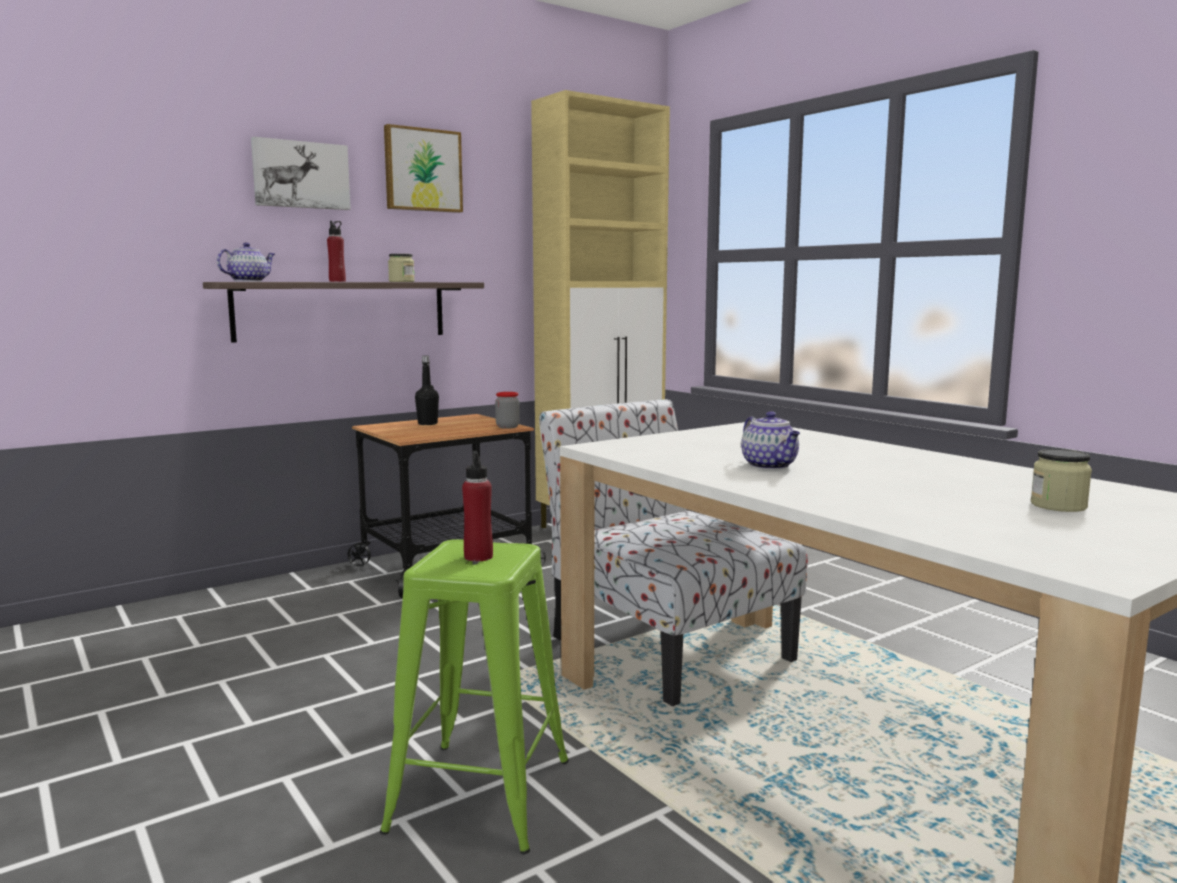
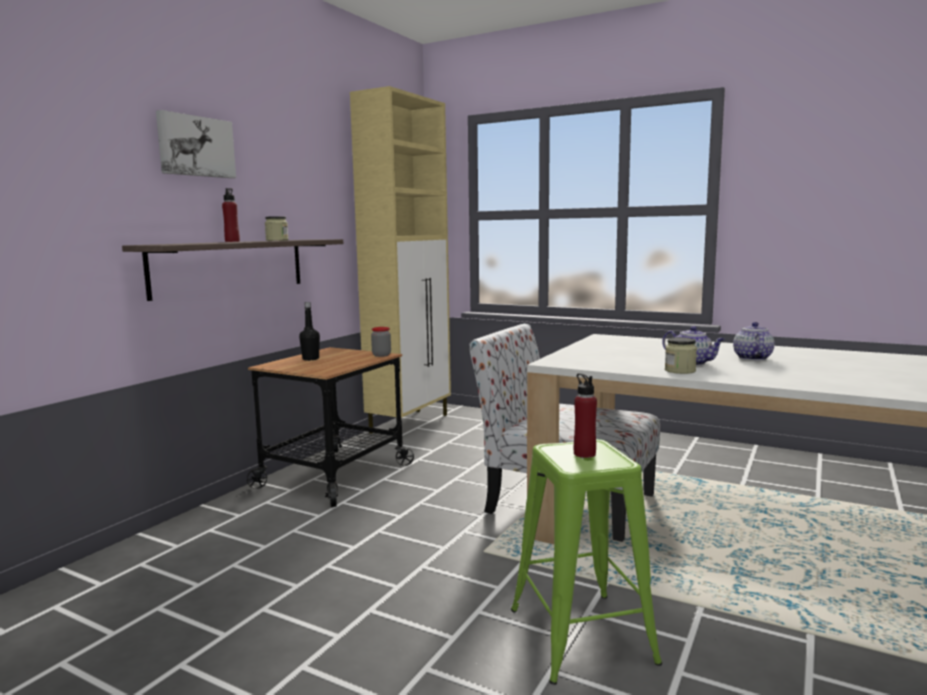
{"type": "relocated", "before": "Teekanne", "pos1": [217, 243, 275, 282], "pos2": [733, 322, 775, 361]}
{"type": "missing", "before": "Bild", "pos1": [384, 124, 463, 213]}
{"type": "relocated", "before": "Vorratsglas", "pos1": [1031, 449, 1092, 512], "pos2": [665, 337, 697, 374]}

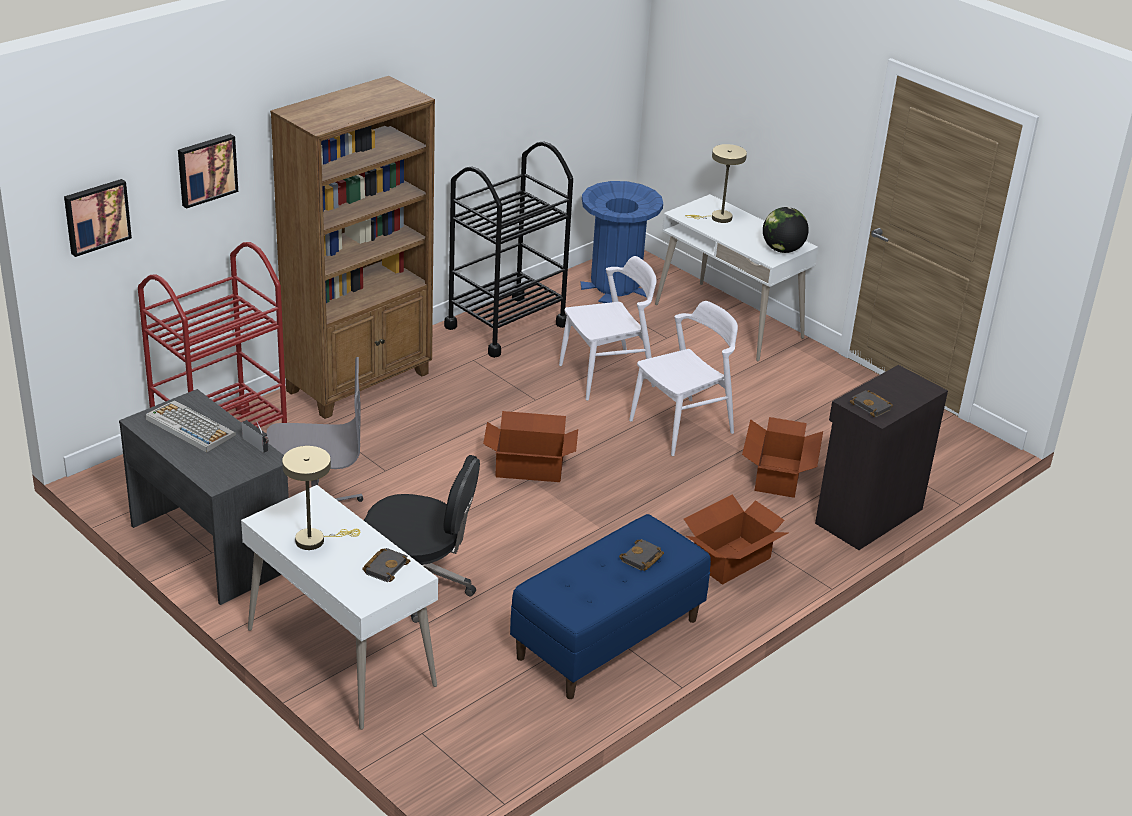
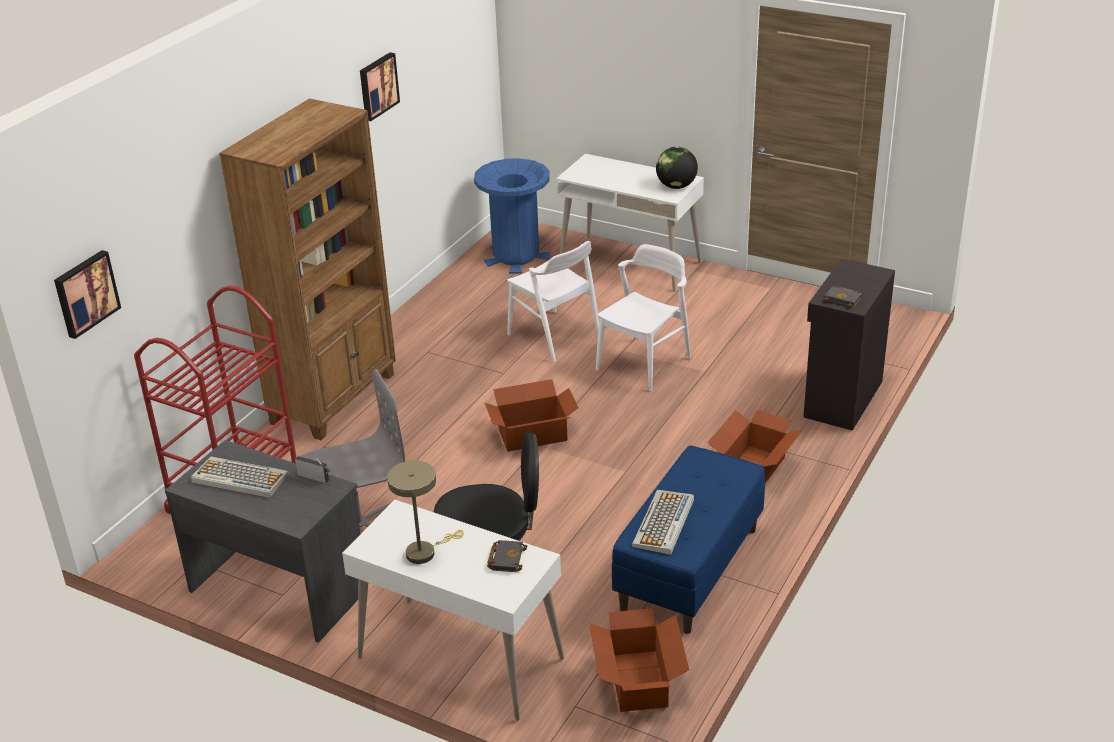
{"type": "relocated", "before": "Bild", "pos1": [178, 134, 238, 209], "pos2": [360, 52, 400, 121]}
{"type": "missing", "before": "Rollwagen [schwarz]", "pos1": [444, 142, 573, 358]}
{"type": "spun", "before": "Stuhl [weiß]", "pos1": [559, 256, 657, 401], "pos2": [507, 241, 599, 362], "turn": 90}
{"type": "missing", "before": "Buch [schwarz]", "pos1": [619, 539, 664, 571]}
{"type": "missing", "before": "Tischlampe [beige]", "pos1": [685, 144, 747, 223]}
{"type": "relocated", "before": "Karton", "pos1": [742, 417, 823, 498], "pos2": [590, 608, 689, 712]}
{"type": "appeared", "after": "Tastatur", "pos2": [632, 490, 694, 555]}

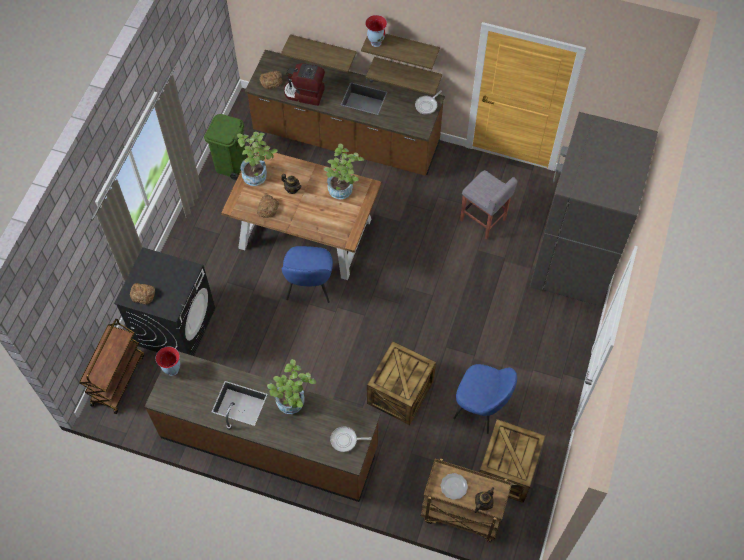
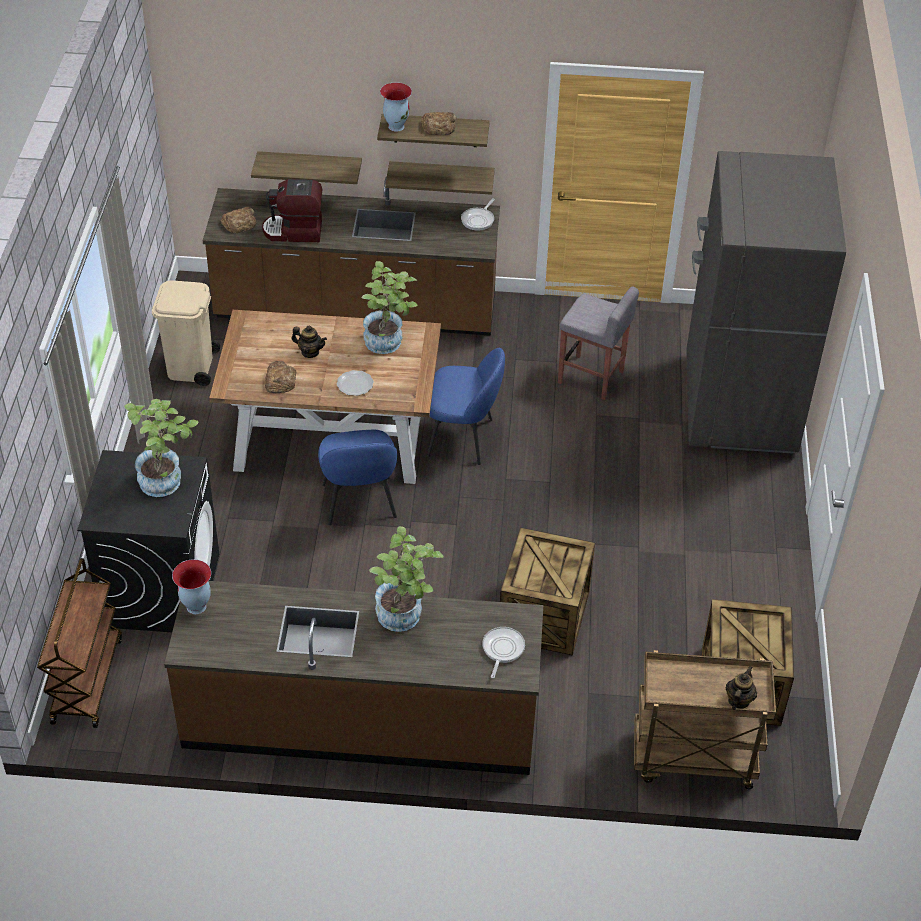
{"type": "relocated", "before": "Brot", "pos1": [130, 283, 155, 305], "pos2": [421, 112, 457, 135]}
{"type": "colour", "before": "Mülleimer [grün]", "after": "Mülleimer [beige]", "pos1": [204, 114, 248, 181], "pos2": [152, 280, 220, 386]}
{"type": "relocated", "before": "Topfpflanze", "pos1": [237, 132, 278, 186], "pos2": [124, 399, 199, 497]}
{"type": "spun", "before": "Pfanne", "pos1": [330, 427, 372, 452], "pos2": [482, 627, 525, 678], "turn": 120}
{"type": "relocated", "before": "Teller", "pos1": [441, 473, 468, 500], "pos2": [337, 370, 374, 396]}
{"type": "relocated", "before": "Stuhl [blau]", "pos1": [453, 364, 517, 434], "pos2": [427, 348, 505, 465]}

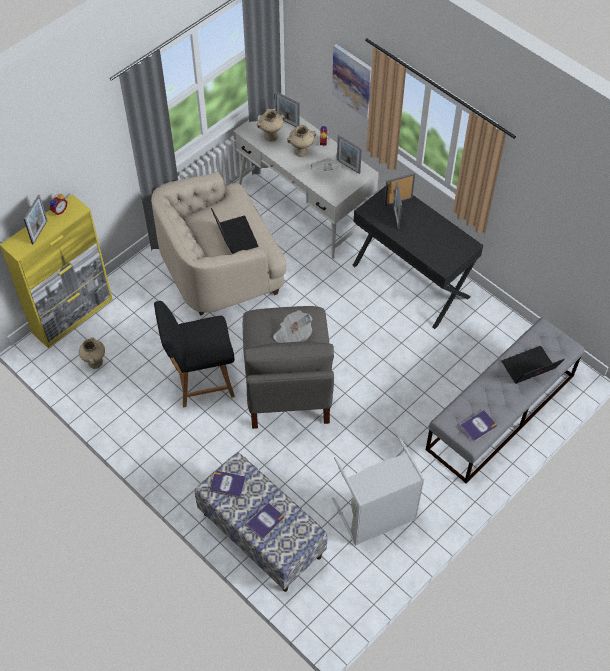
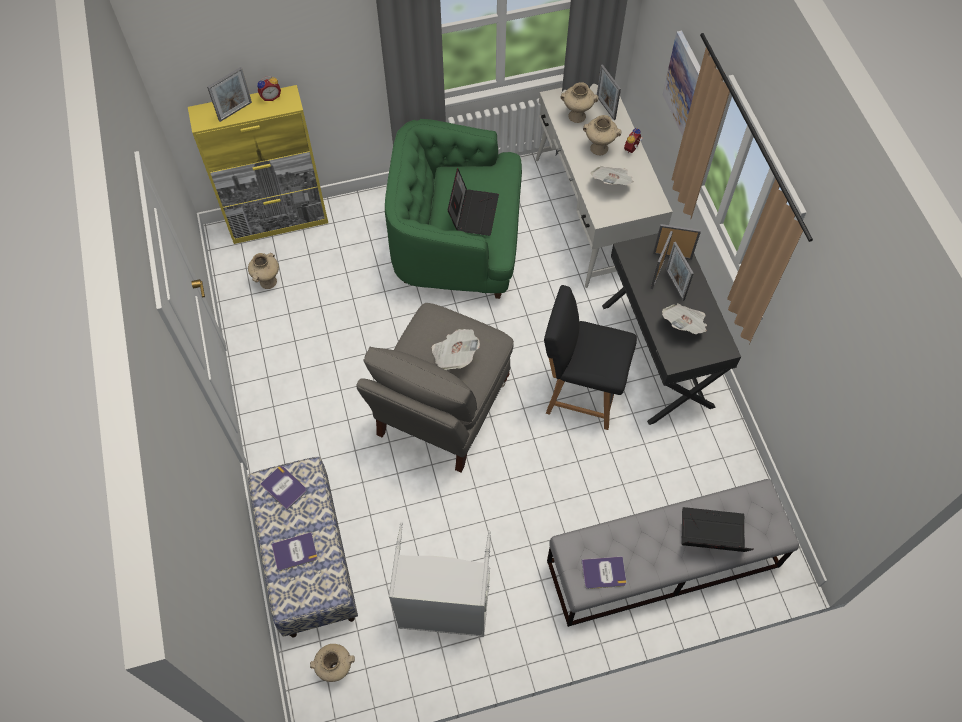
{"type": "colour", "before": "Sessel [beige]", "after": "Sessel [grün]", "pos1": [151, 172, 286, 316], "pos2": [385, 119, 522, 299]}
{"type": "relocated", "before": "Stuhl [schwarz]", "pos1": [154, 301, 235, 407], "pos2": [544, 285, 637, 430]}
{"type": "relocated", "before": "Bilderrahmen", "pos1": [337, 135, 362, 174], "pos2": [666, 242, 694, 301]}
{"type": "appeared", "after": "Vase [beige]", "pos2": [310, 644, 355, 682]}
{"type": "appeared", "after": "Zeitung", "pos2": [662, 303, 707, 334]}

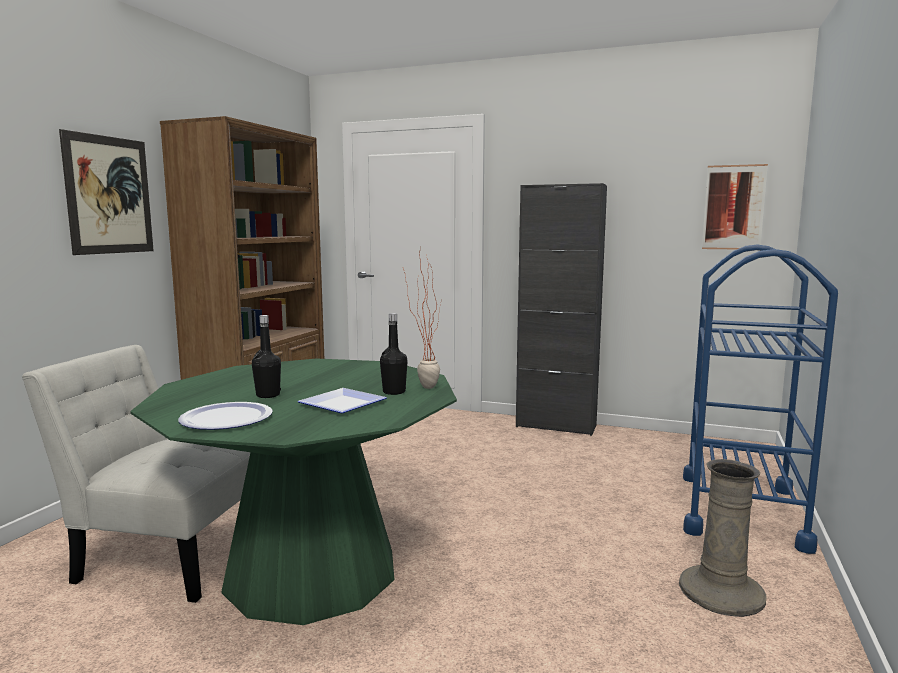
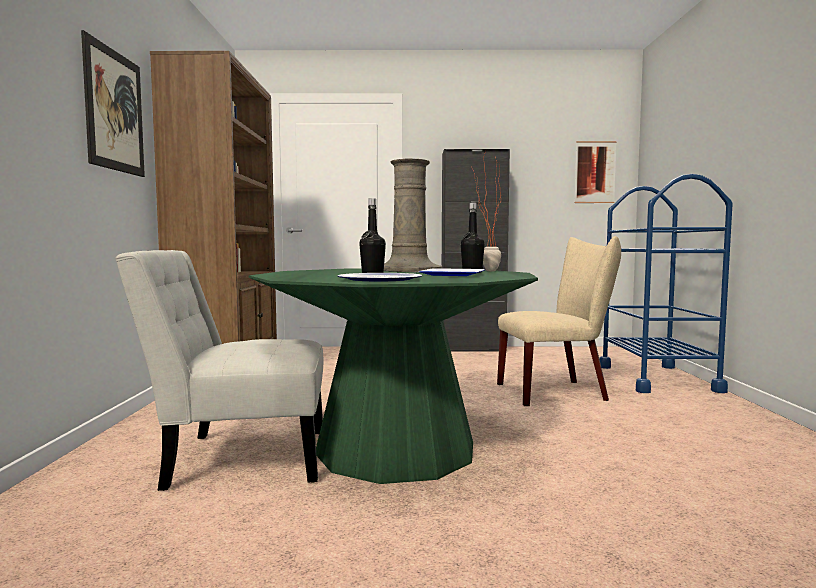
{"type": "relocated", "before": "Vase [beige]", "pos1": [679, 459, 767, 617], "pos2": [384, 158, 442, 272]}
{"type": "appeared", "after": "Stuhl [beige]", "pos2": [497, 236, 621, 406]}

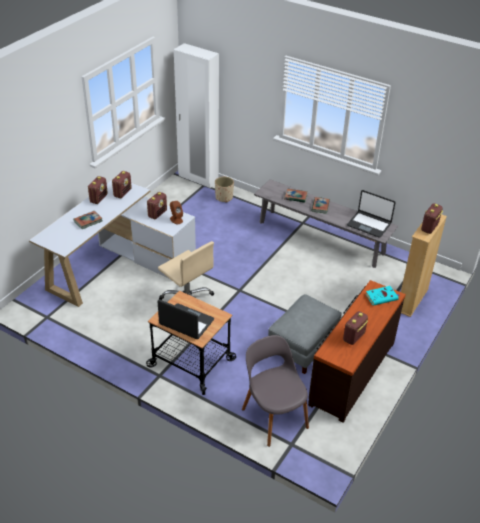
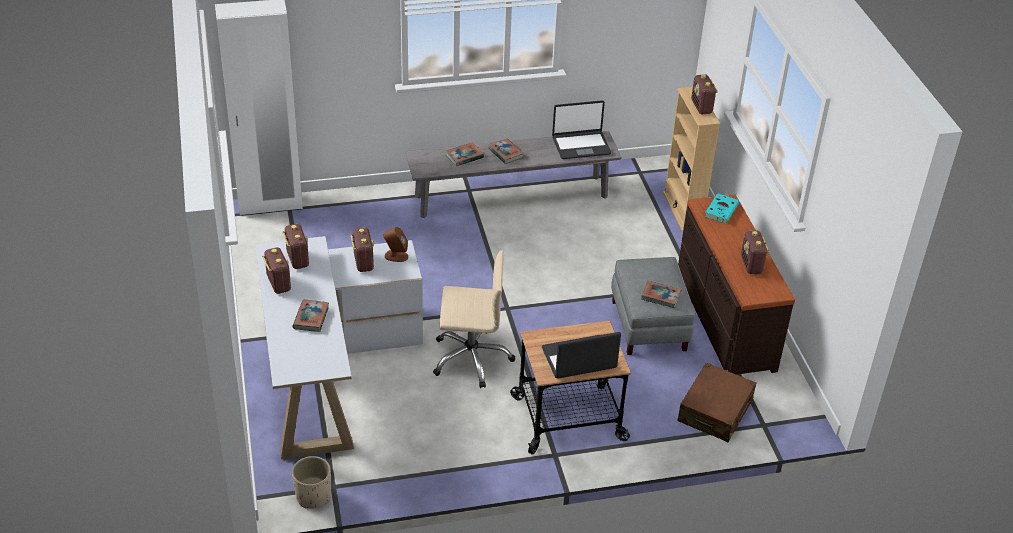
{"type": "relocated", "before": "Pflanzkübel [beige]", "pos1": [215, 177, 234, 203], "pos2": [292, 456, 331, 509]}
{"type": "exchanged", "before": "Stuhl [grau]", "after": "Koffer [braun]", "pos1": [242, 335, 309, 447], "pos2": [677, 363, 756, 442]}
{"type": "appeared", "after": "Buch", "pos2": [641, 281, 681, 308]}

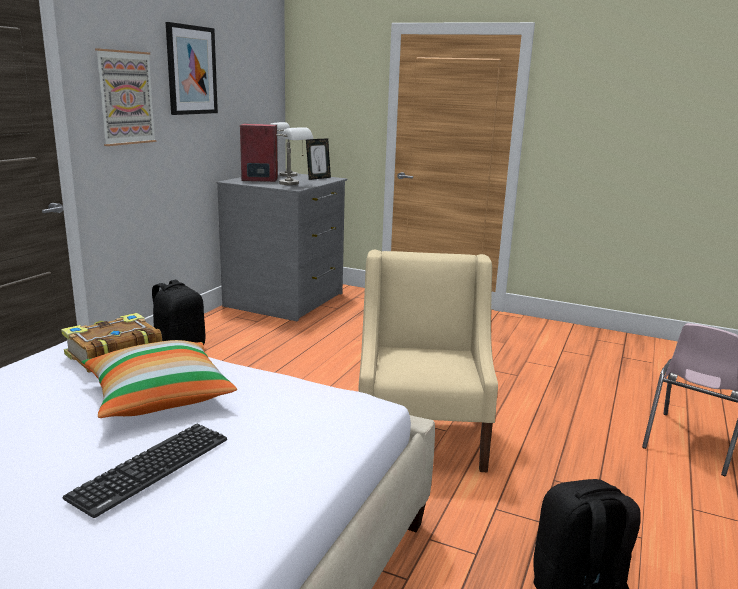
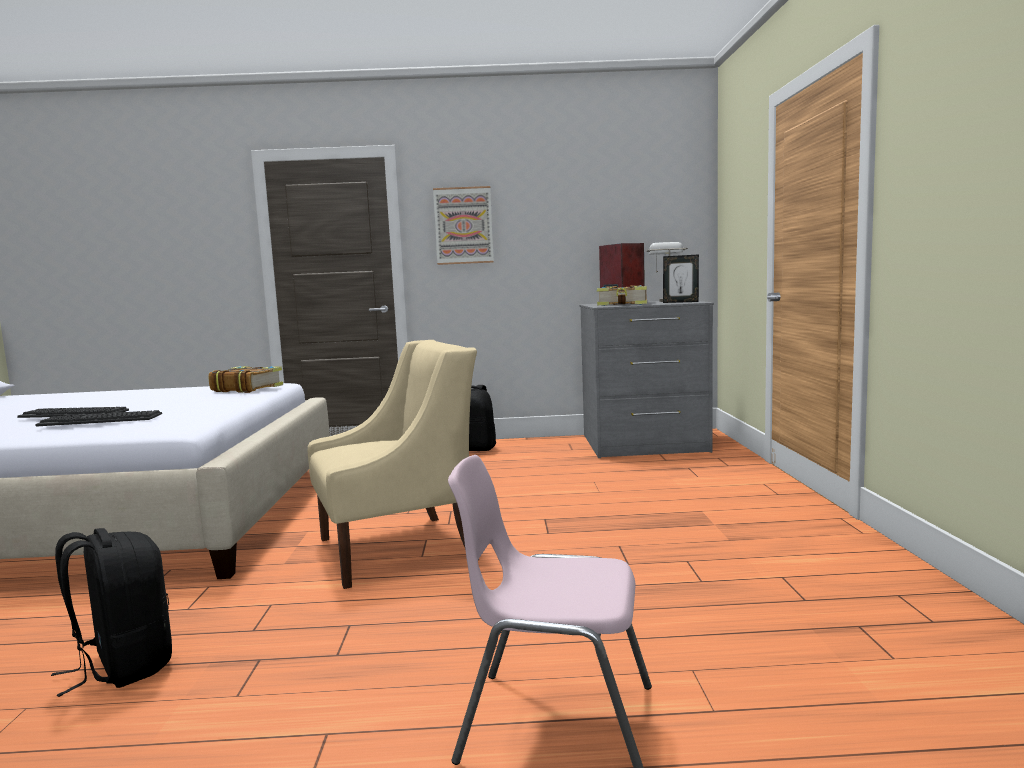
{"type": "missing", "before": "Kissen", "pos1": [82, 340, 237, 418]}
{"type": "missing", "before": "Bild", "pos1": [166, 22, 218, 115]}
{"type": "exchanged", "before": "Tischlampe [grau]", "after": "Buch", "pos1": [276, 127, 313, 185], "pos2": [597, 285, 647, 306]}
{"type": "appeared", "after": "Tastatur", "pos2": [35, 410, 162, 426]}

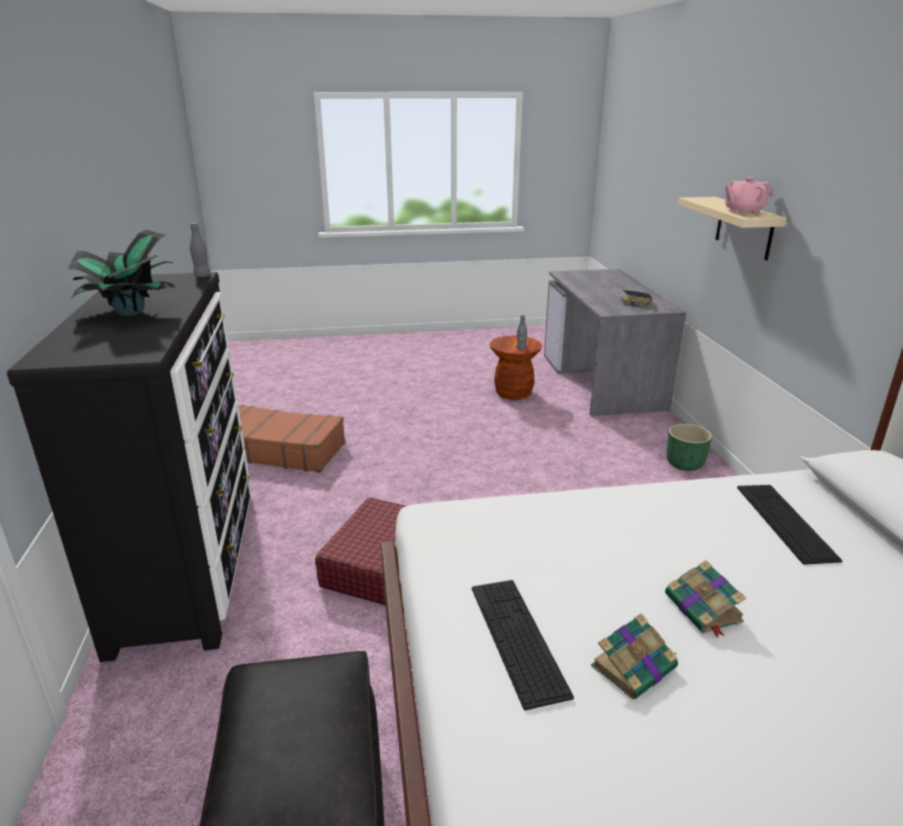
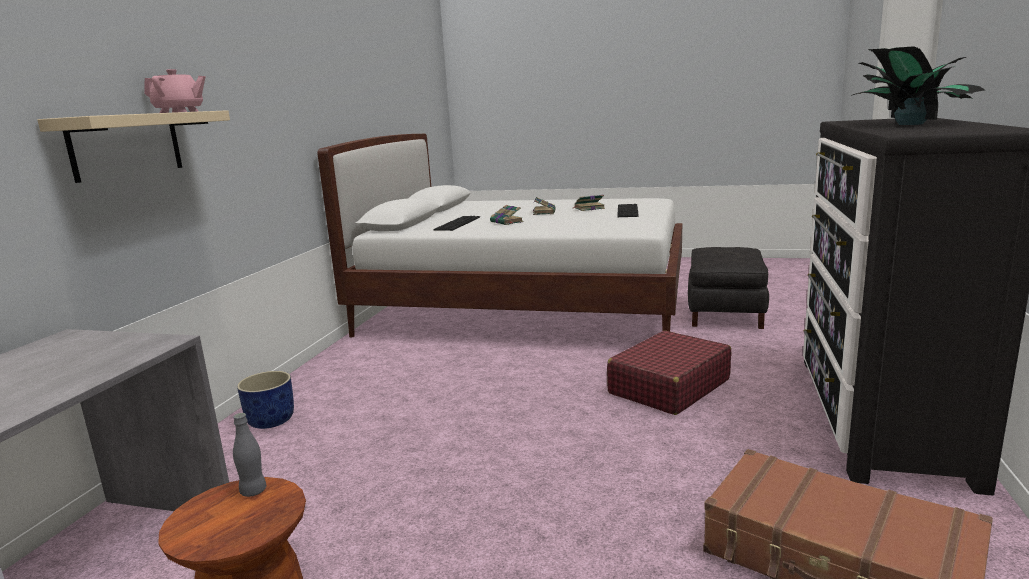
{"type": "missing", "before": "Flasche [grau]", "pos1": [190, 223, 210, 277]}
{"type": "relocated", "before": "Buch", "pos1": [620, 289, 652, 308], "pos2": [490, 205, 524, 225]}
{"type": "colour", "before": "Pflanzkübel [grün]", "after": "Pflanzkübel [blau]", "pos1": [667, 424, 712, 471], "pos2": [237, 371, 294, 429]}

